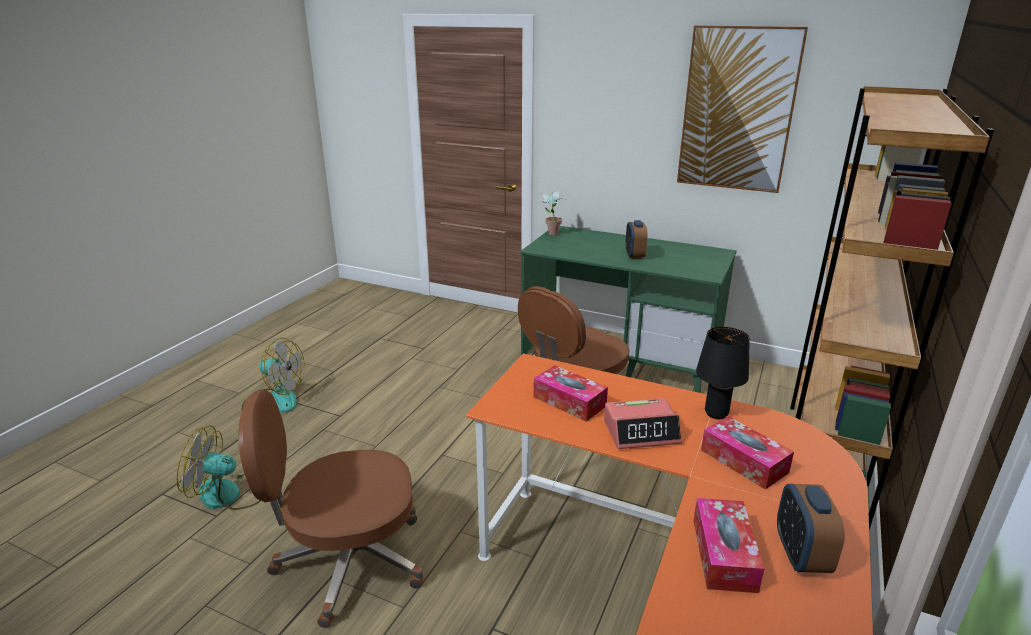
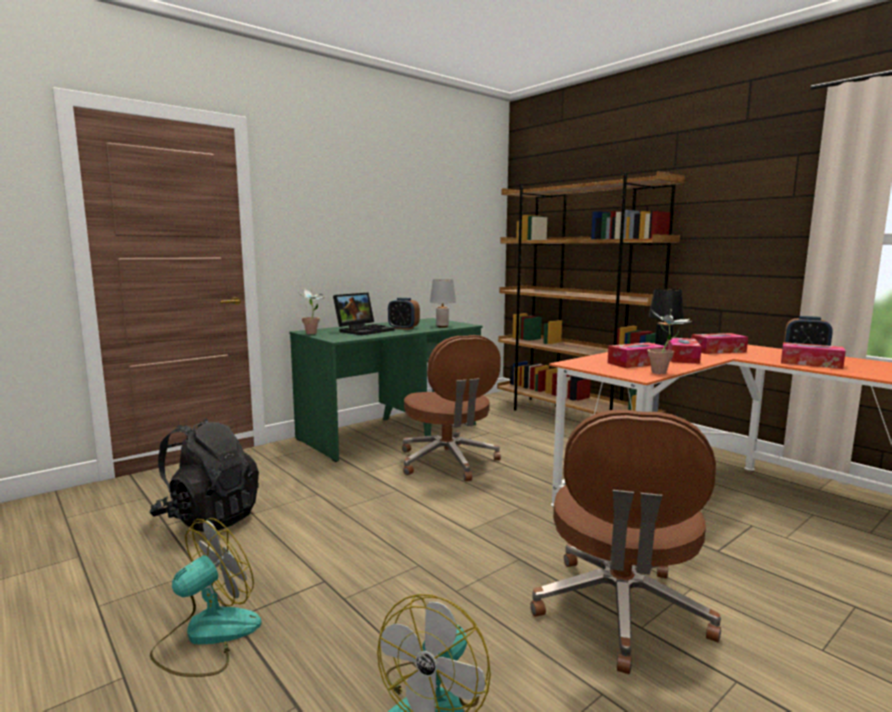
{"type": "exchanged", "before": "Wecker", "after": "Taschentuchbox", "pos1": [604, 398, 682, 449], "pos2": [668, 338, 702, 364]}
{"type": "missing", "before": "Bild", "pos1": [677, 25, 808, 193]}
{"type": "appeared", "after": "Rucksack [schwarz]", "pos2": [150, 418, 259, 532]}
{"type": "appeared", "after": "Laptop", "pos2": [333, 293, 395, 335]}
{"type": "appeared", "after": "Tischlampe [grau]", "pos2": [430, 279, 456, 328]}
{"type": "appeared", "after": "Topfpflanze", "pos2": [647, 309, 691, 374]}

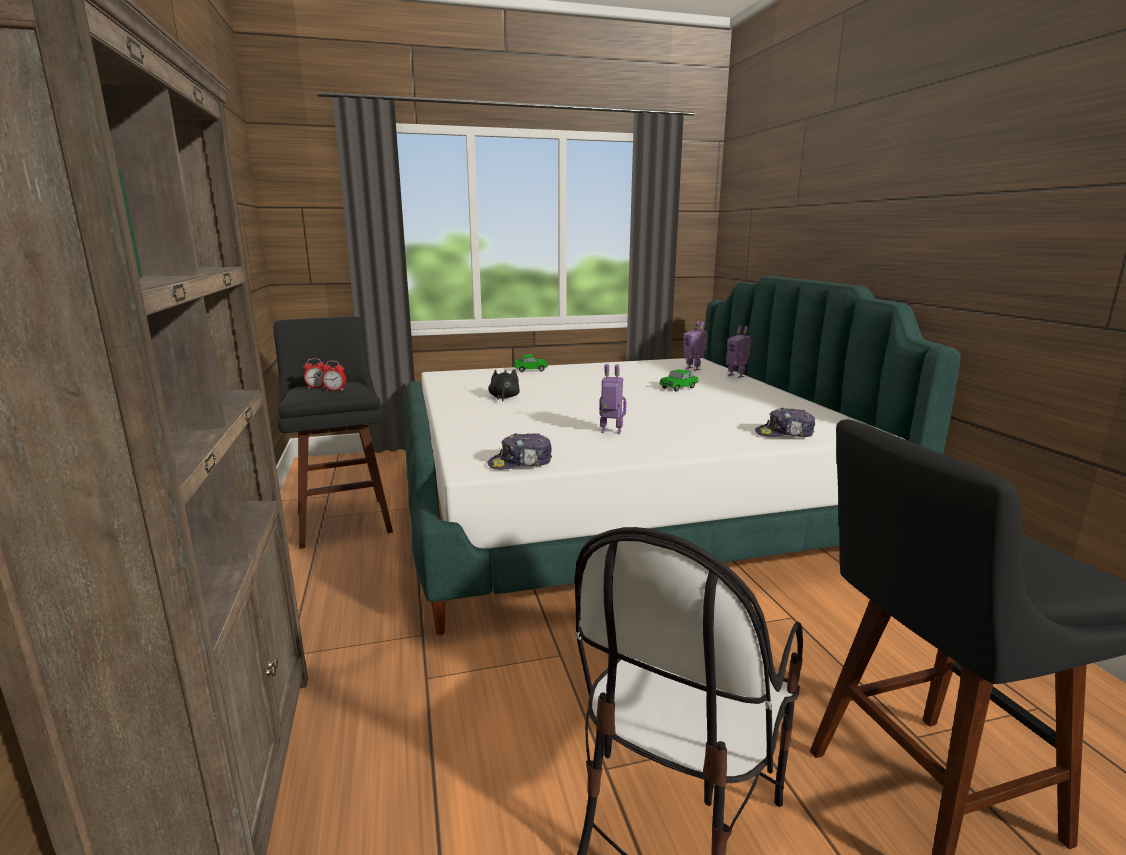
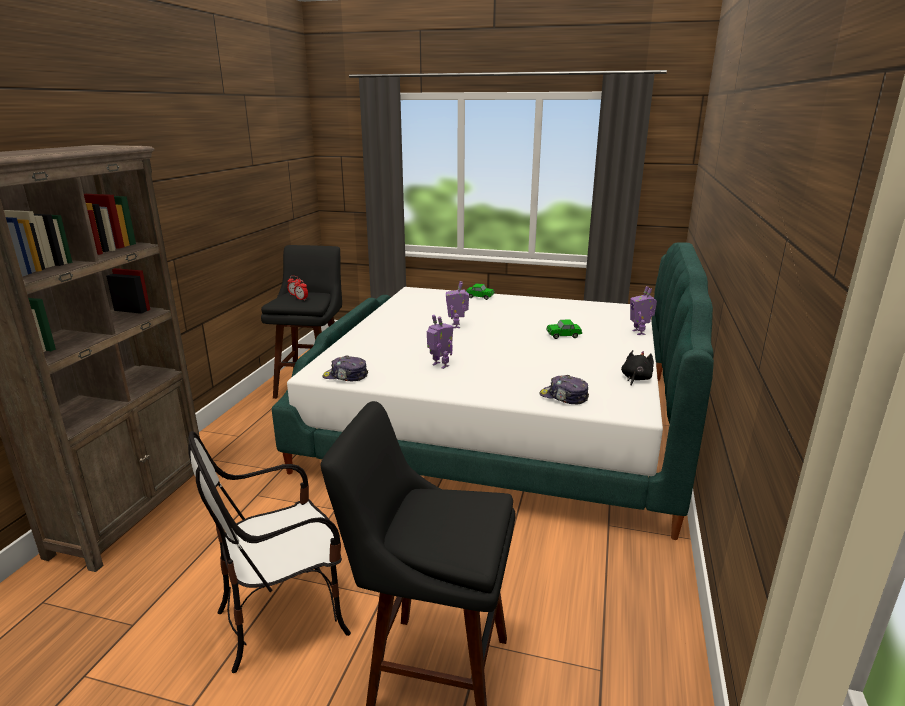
{"type": "relocated", "before": "Plüschtier [schwarz]", "pos1": [488, 369, 520, 402], "pos2": [621, 350, 654, 386]}
{"type": "relocated", "before": "Spielzeugroboter", "pos1": [683, 321, 708, 371], "pos2": [446, 281, 469, 328]}

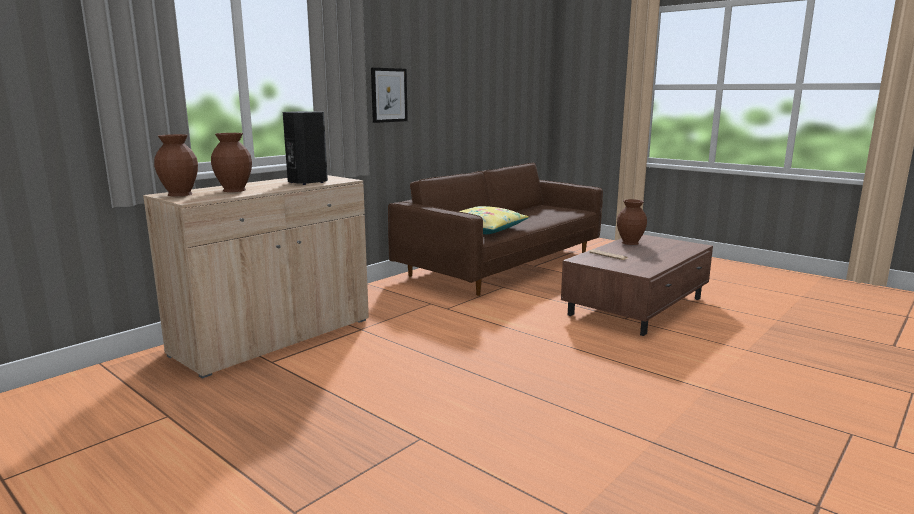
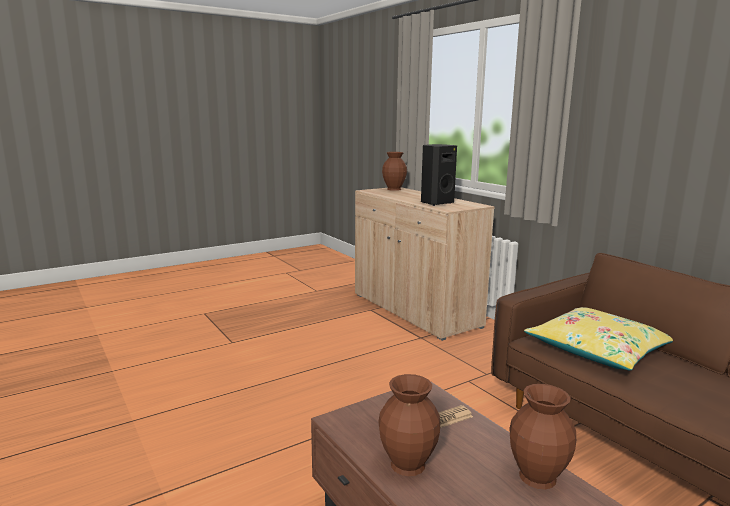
{"type": "relocated", "before": "Vase [braun]", "pos1": [211, 133, 252, 192], "pos2": [379, 374, 440, 476]}
{"type": "missing", "before": "Bild", "pos1": [371, 68, 408, 123]}

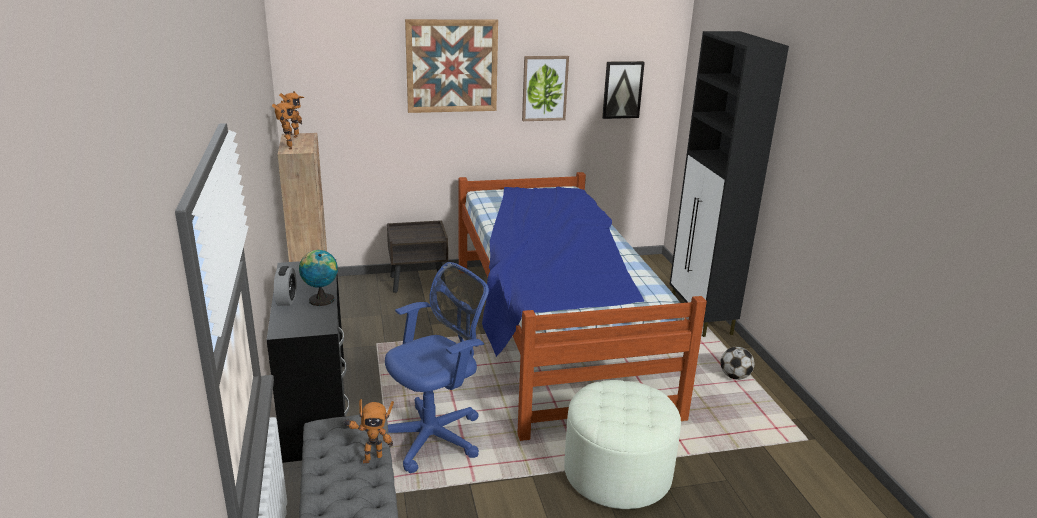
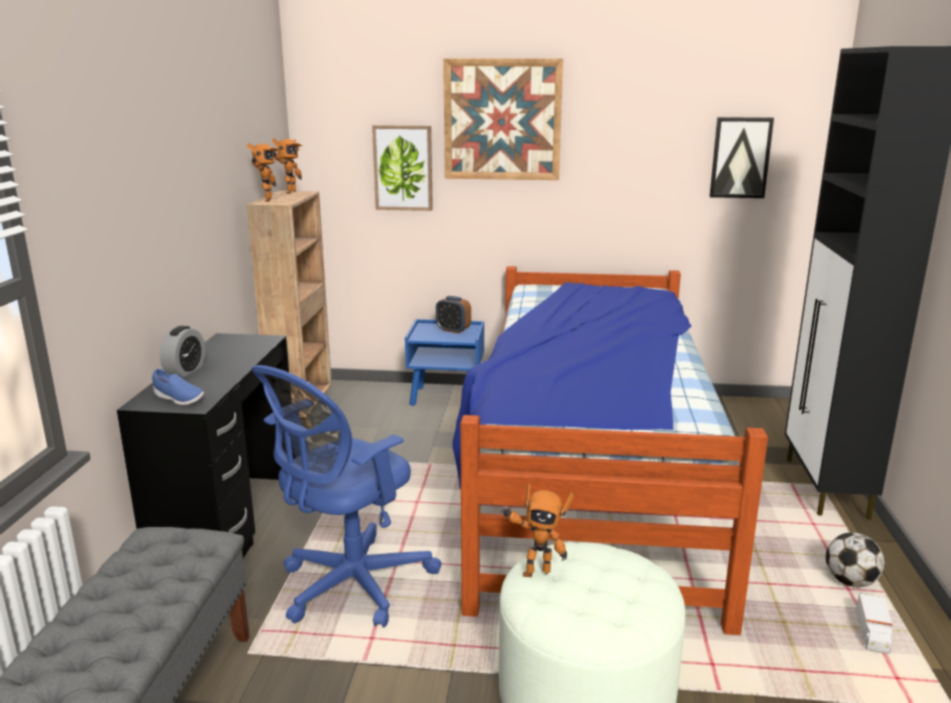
{"type": "missing", "before": "Globus", "pos1": [299, 250, 338, 306]}
{"type": "relocated", "before": "Spielzeugroboter", "pos1": [343, 399, 394, 463], "pos2": [501, 483, 574, 577]}
{"type": "spun", "before": "Bürostuhl [blau]", "pos1": [385, 262, 489, 473], "pos2": [251, 365, 442, 627], "turn": 150}
{"type": "colour", "before": "Nachttisch [braun]", "after": "Nachttisch [blau]", "pos1": [387, 220, 448, 293], "pos2": [405, 319, 484, 406]}
{"type": "relocated", "before": "Bild", "pos1": [522, 56, 569, 121], "pos2": [372, 125, 433, 211]}
{"type": "appeared", "after": "Schuh [blau]", "pos2": [152, 369, 204, 405]}
{"type": "appeared", "after": "Wecker", "pos2": [436, 296, 471, 334]}
{"type": "appeared", "after": "Spielzeuglaster", "pos2": [856, 593, 894, 654]}

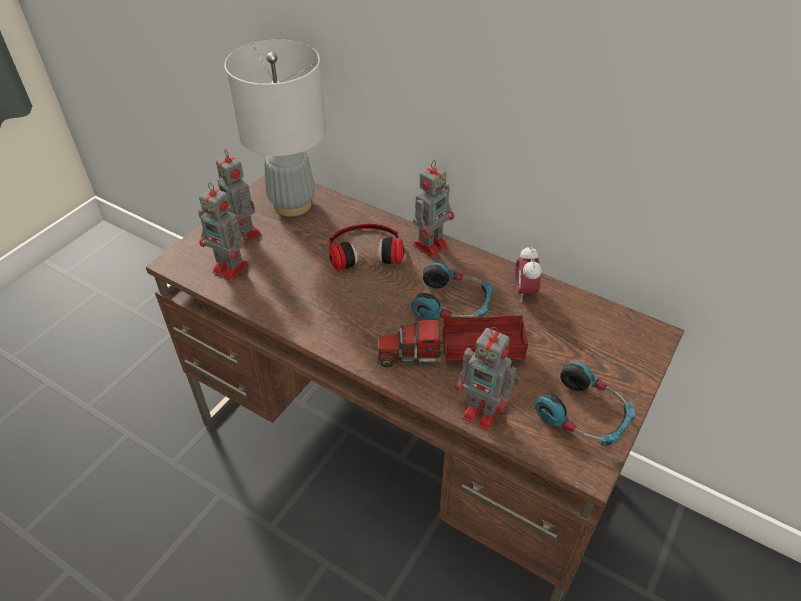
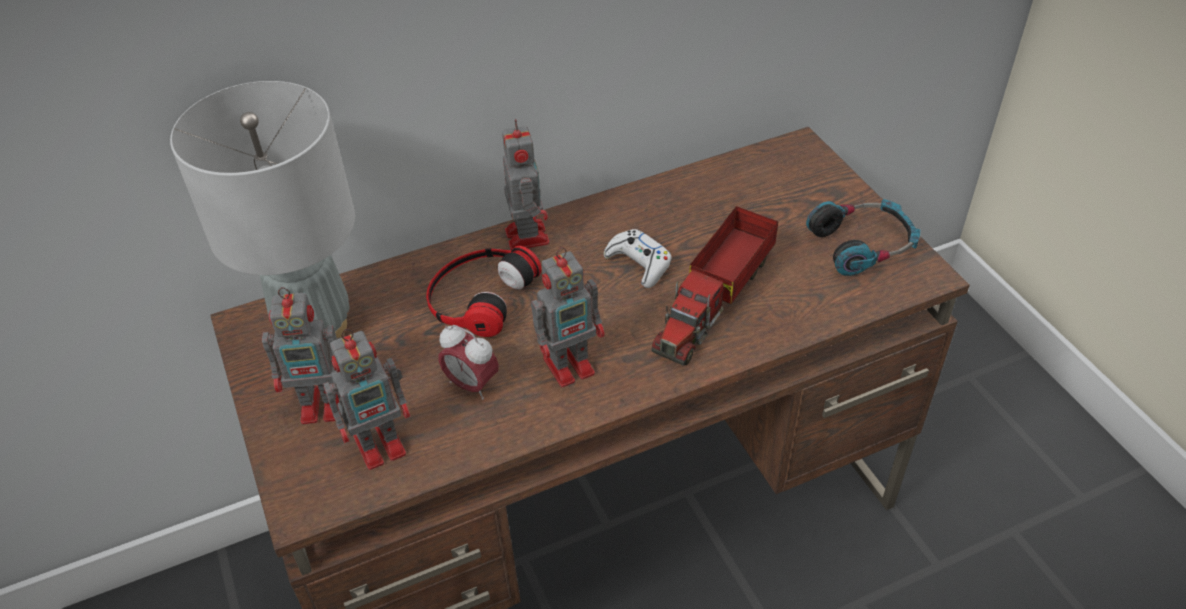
{"type": "exchanged", "before": "Kopfhörer", "after": "Gamepad [weiß]", "pos1": [411, 263, 493, 320], "pos2": [604, 229, 672, 288]}
{"type": "relocated", "before": "Spielzeugroboter", "pos1": [456, 327, 521, 430], "pos2": [531, 247, 605, 387]}
{"type": "relocated", "before": "Wecker", "pos1": [515, 245, 542, 302], "pos2": [438, 325, 499, 400]}

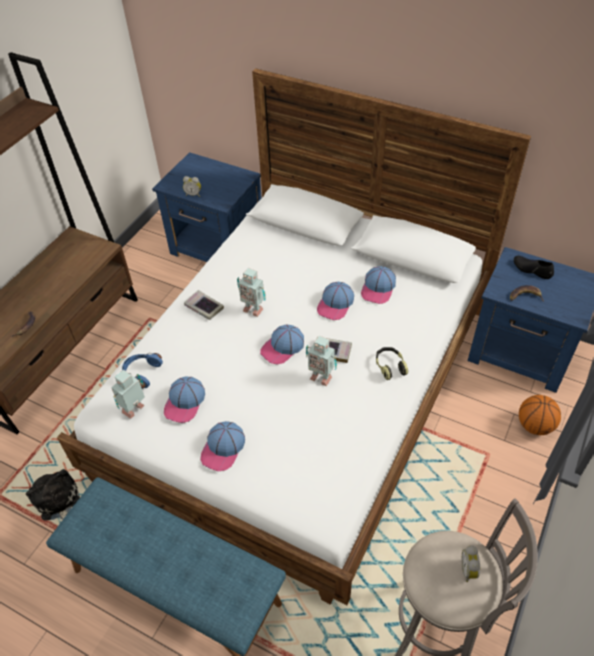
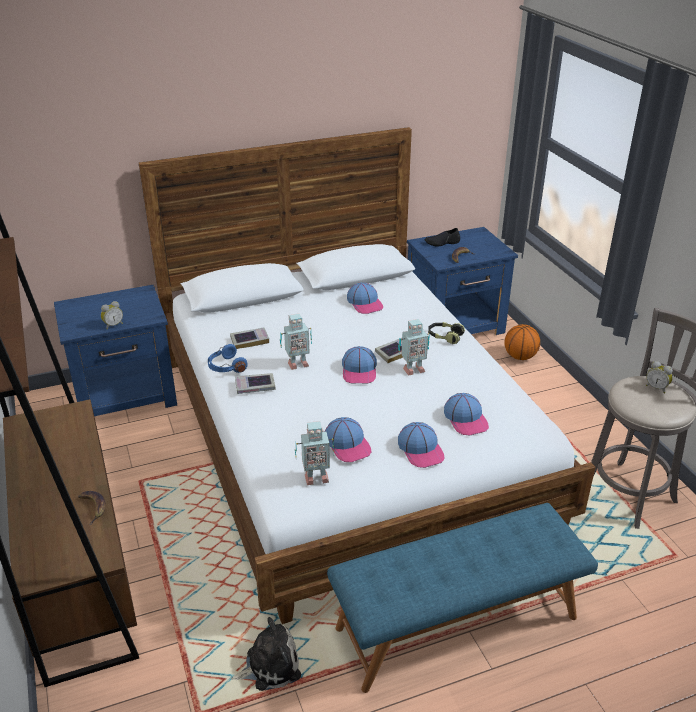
{"type": "spun", "before": "Plüschtier", "pos1": [26, 469, 80, 521], "pos2": [231, 617, 301, 691], "turn": 150}
{"type": "spun", "before": "Spielzeugroboter", "pos1": [112, 370, 145, 419], "pos2": [295, 421, 334, 485], "turn": -90}
{"type": "relocated", "before": "Kopfhörer [blau]", "pos1": [122, 353, 163, 389], "pos2": [208, 344, 248, 373]}
{"type": "relocated", "before": "Kappe", "pos1": [317, 282, 354, 320], "pos2": [444, 393, 489, 435]}
{"type": "appeared", "after": "Buch", "pos2": [230, 328, 269, 349]}

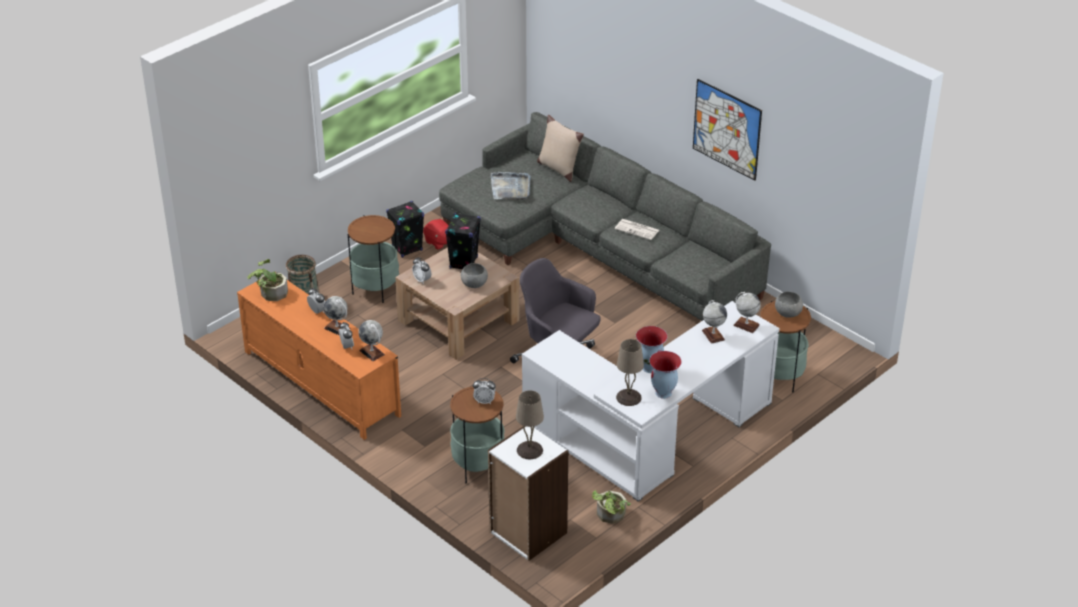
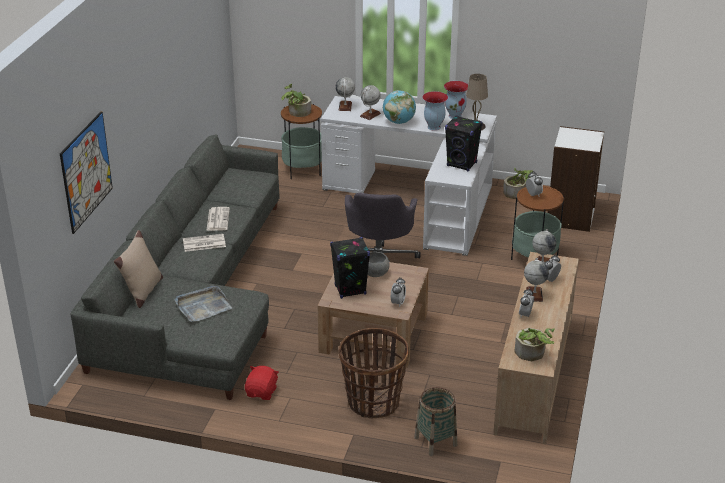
{"type": "colour", "before": "Fernsehschrank [orange]", "after": "Fernsehschrank [beige]", "pos1": [237, 280, 401, 440], "pos2": [493, 252, 579, 444]}
{"type": "exchanged", "before": "Beistelltisch", "after": "Korb", "pos1": [348, 215, 399, 303], "pos2": [339, 328, 409, 419]}
{"type": "relocated", "before": "Lautsprecher [schwarz]", "pos1": [386, 201, 424, 258], "pos2": [445, 116, 483, 171]}
{"type": "missing", "before": "Tischlampe [beige]", "pos1": [516, 390, 544, 459]}
{"type": "relocated", "before": "Bild", "pos1": [693, 79, 762, 181], "pos2": [60, 111, 113, 234]}
{"type": "exchanged", "before": "Schüssel [grau]", "after": "Topfpflanze", "pos1": [775, 291, 803, 318], "pos2": [281, 84, 311, 117]}
{"type": "appeared", "after": "Zeitung", "pos2": [183, 234, 226, 252]}
{"type": "appeared", "after": "Globus", "pos2": [383, 90, 416, 124]}

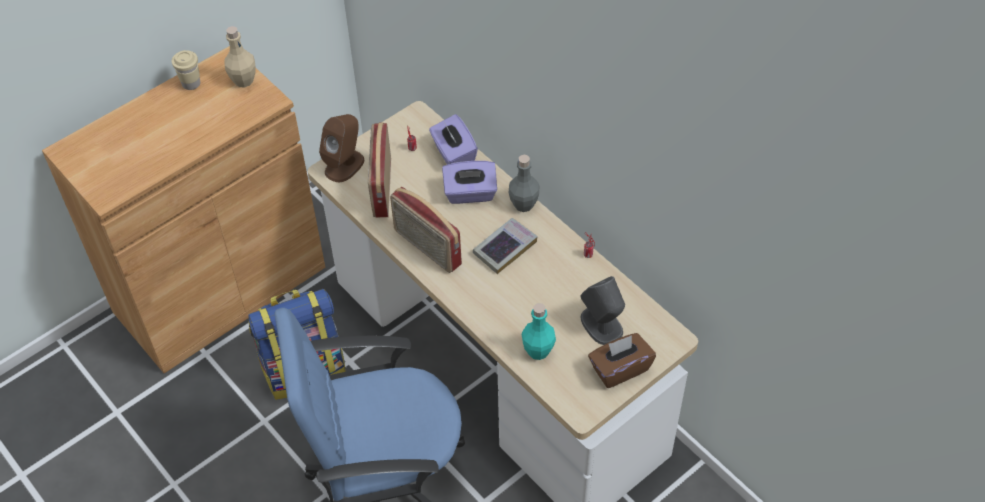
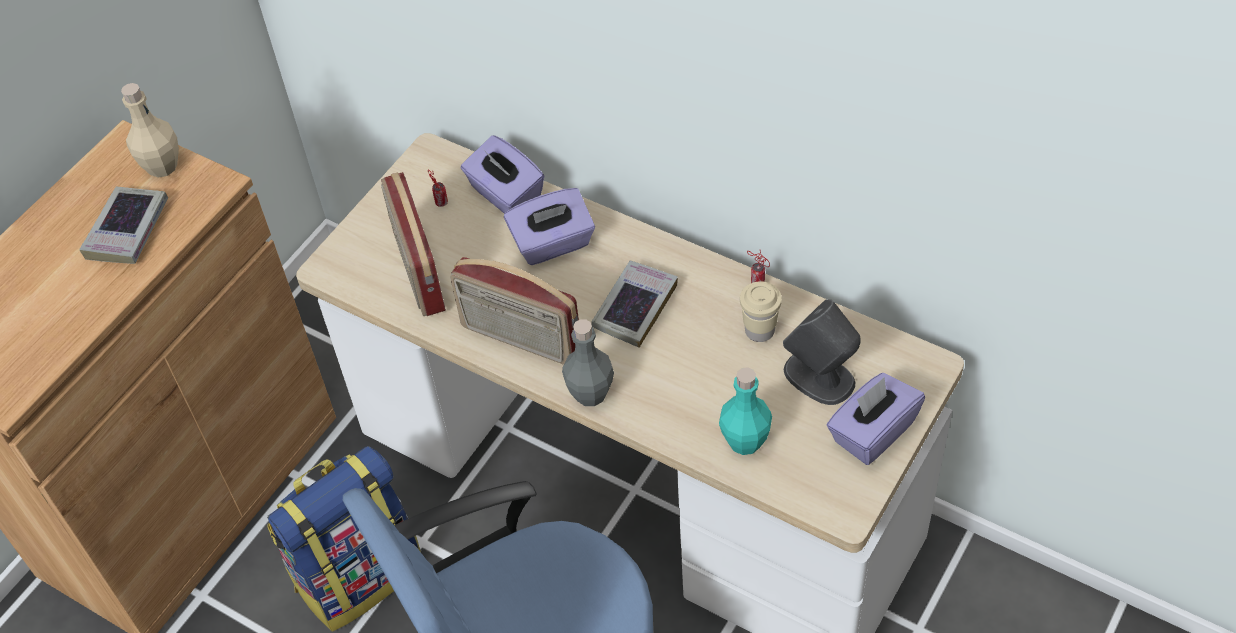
{"type": "relocated", "before": "Tasse [beige]", "pos1": [172, 50, 200, 90], "pos2": [740, 281, 782, 342]}
{"type": "missing", "before": "Lautsprecher [braun]", "pos1": [319, 114, 364, 182]}
{"type": "relocated", "before": "Flasche [grau]", "pos1": [509, 155, 539, 212], "pos2": [562, 319, 614, 406]}
{"type": "colour", "before": "Taschentuchbox [braun]", "after": "Taschentuchbox [lila]", "pos1": [588, 333, 656, 388], "pos2": [827, 373, 925, 465]}
{"type": "appeared", "after": "Buch", "pos2": [79, 187, 168, 264]}

